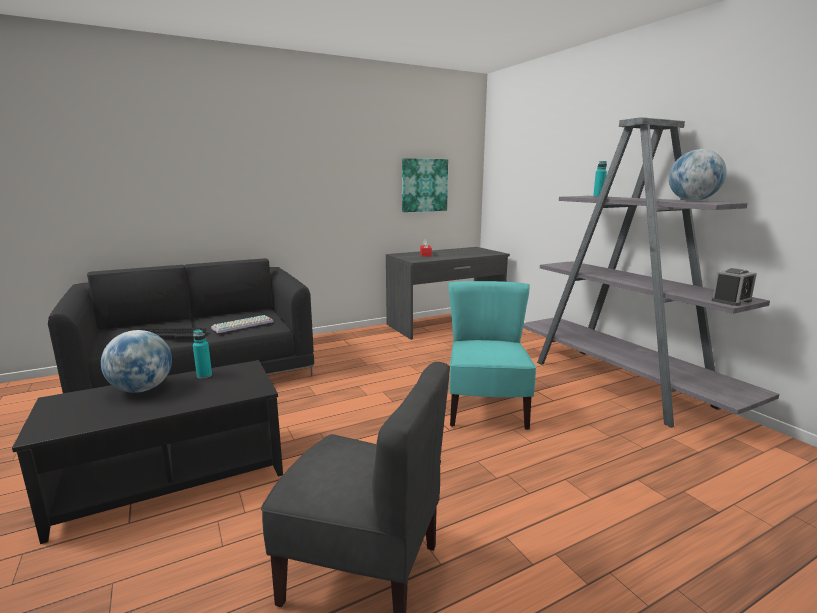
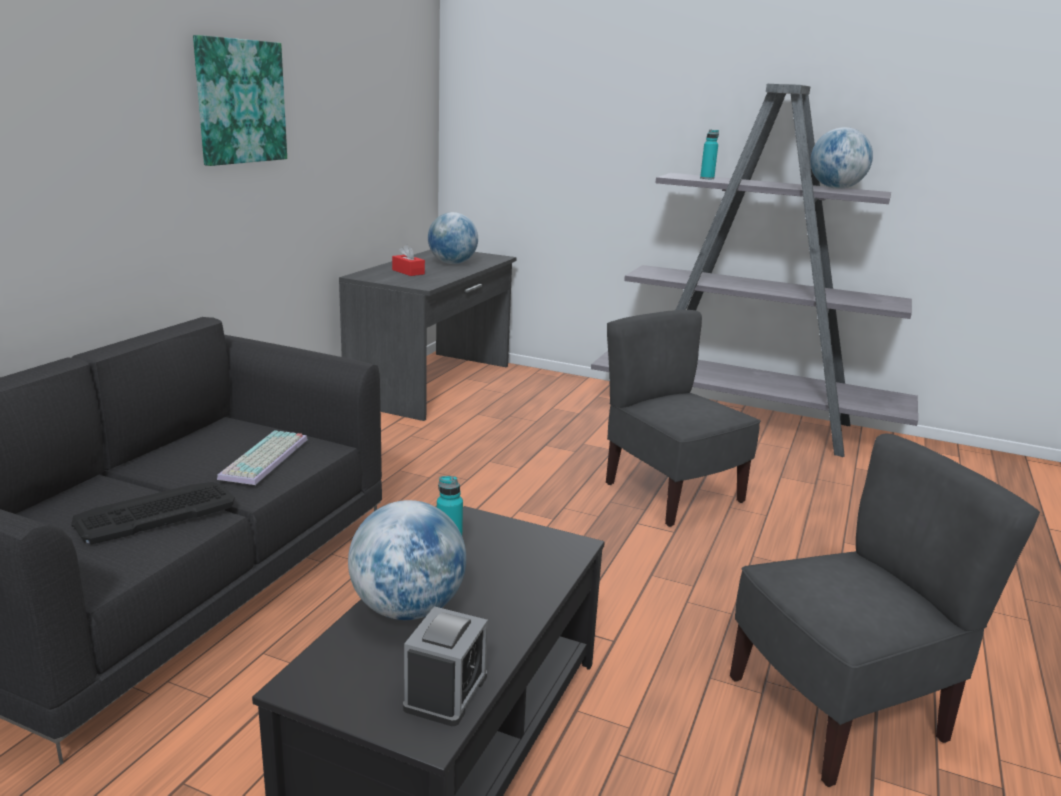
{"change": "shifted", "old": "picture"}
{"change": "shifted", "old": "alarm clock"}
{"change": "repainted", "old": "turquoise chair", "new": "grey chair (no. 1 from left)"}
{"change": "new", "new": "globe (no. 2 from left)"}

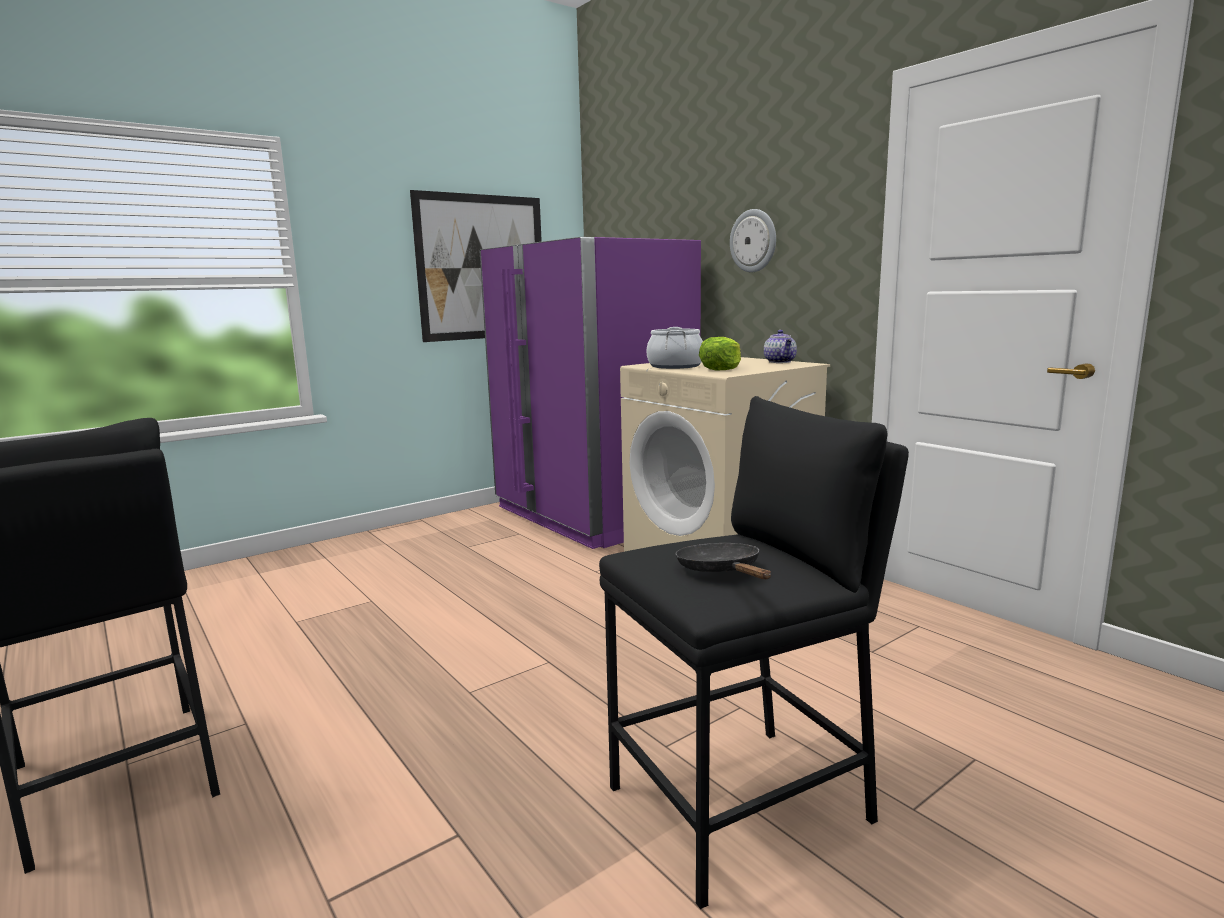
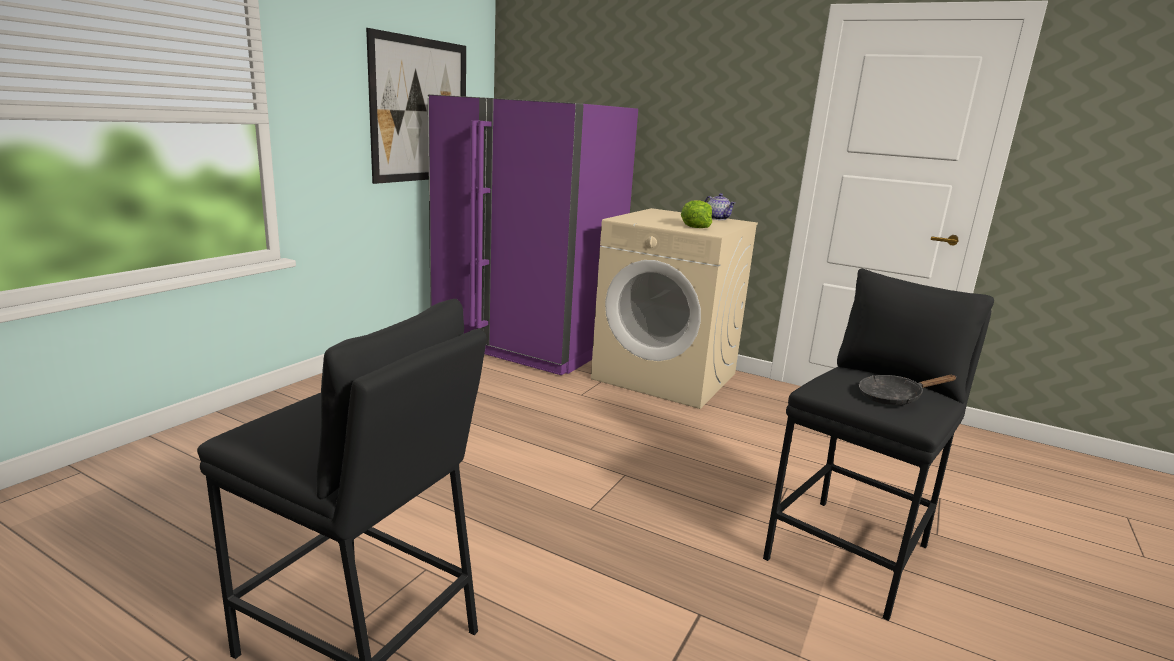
{"change": "gone", "old": "wall clock"}
{"change": "gone", "old": "cooking pot"}
{"change": "rotated", "old": "black frying pan", "degrees": -60}

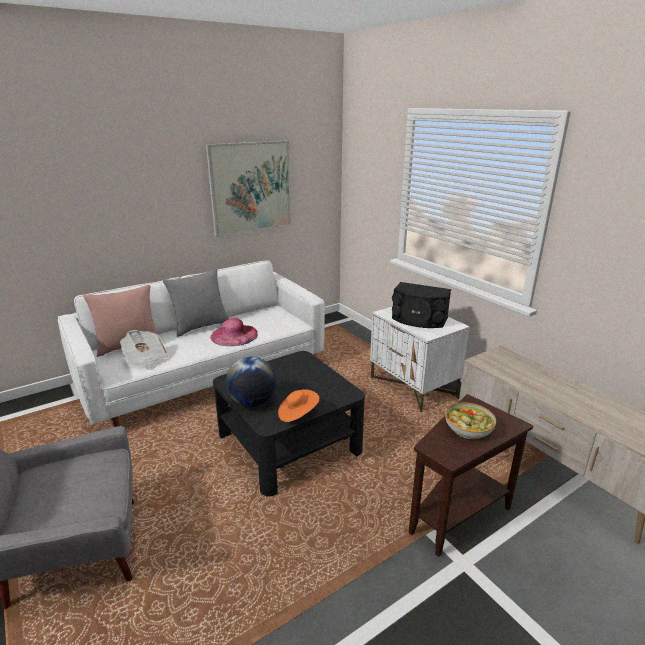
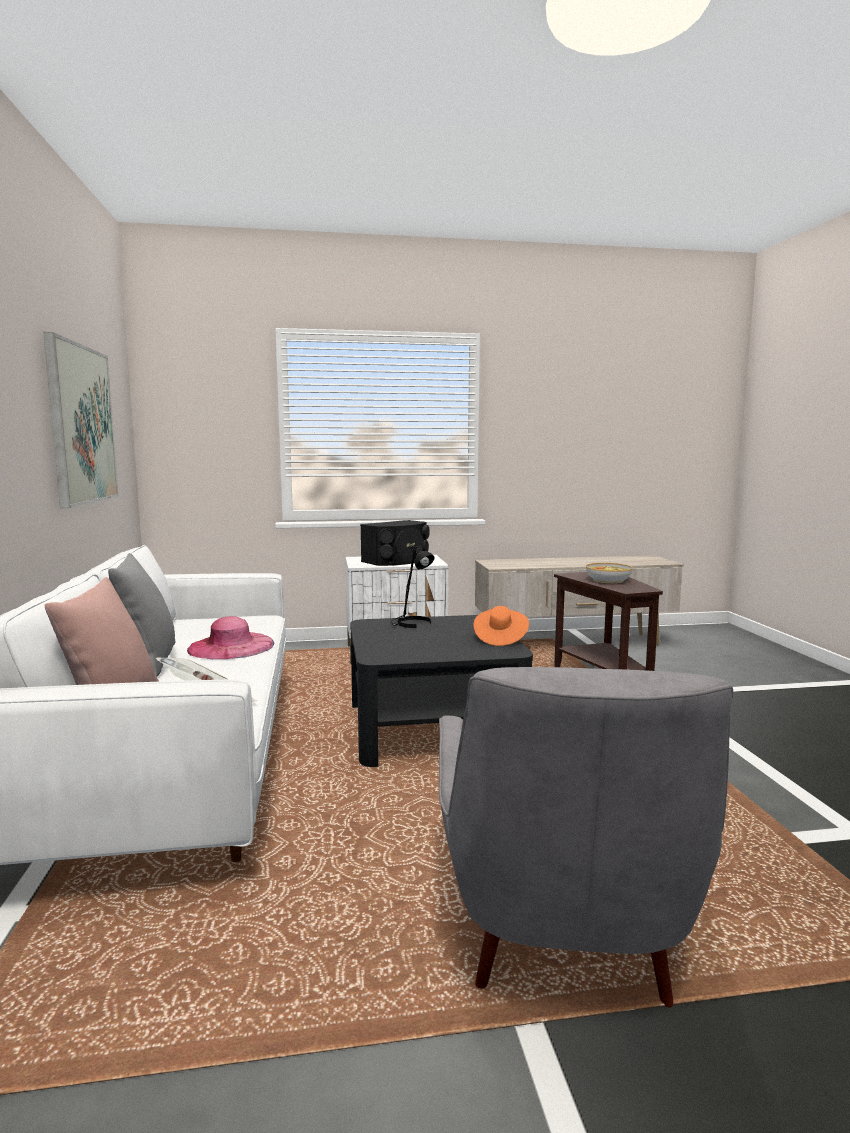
{"change": "gone", "old": "globe"}
{"change": "new", "new": "black table lamp"}

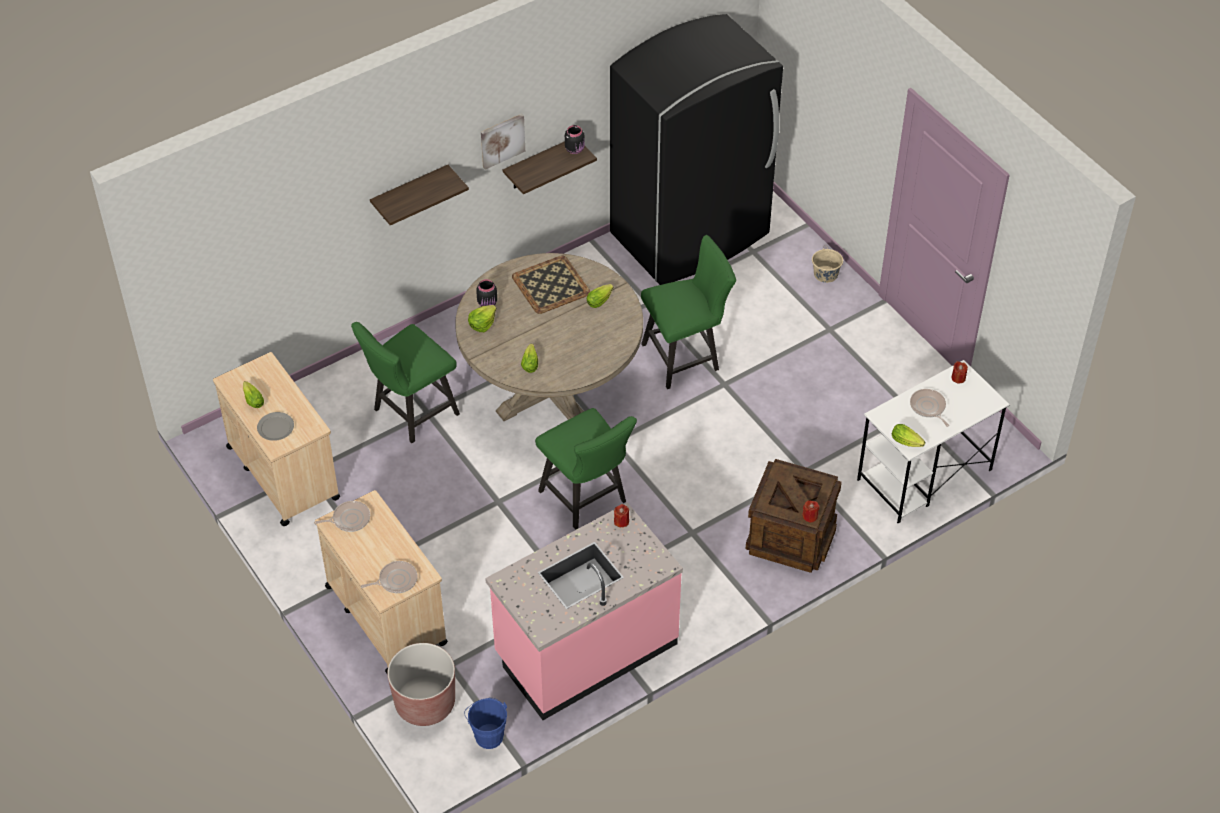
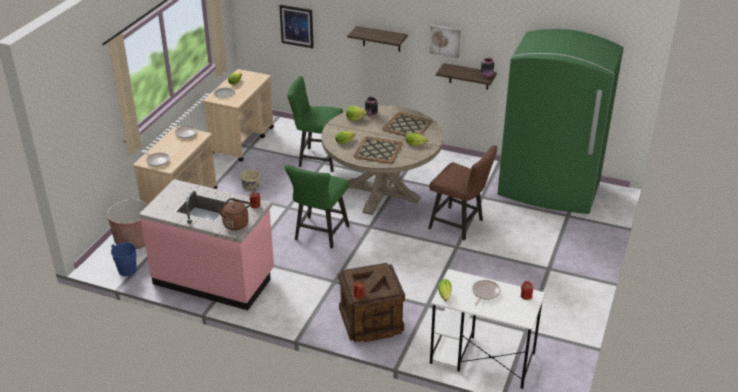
{"change": "repainted", "old": "black fridge", "new": "green fridge"}
{"change": "repainted", "old": "green chair (no. 3 from left)", "new": "brown chair"}
{"change": "shifted", "old": "beige bucket"}
{"change": "new", "new": "picture (no. 1 from left)"}
{"change": "new", "new": "tray (no. 1 from left)"}
{"change": "new", "new": "brown kettle"}

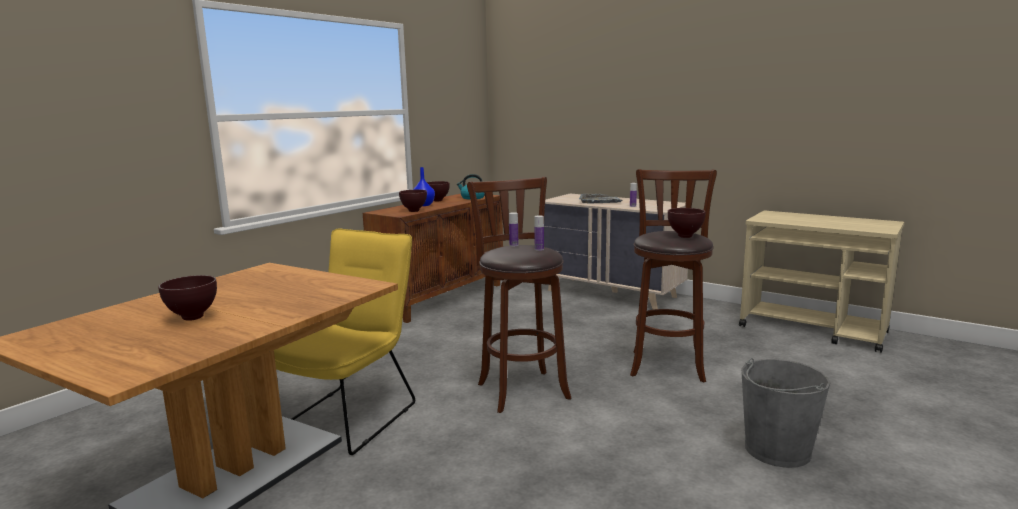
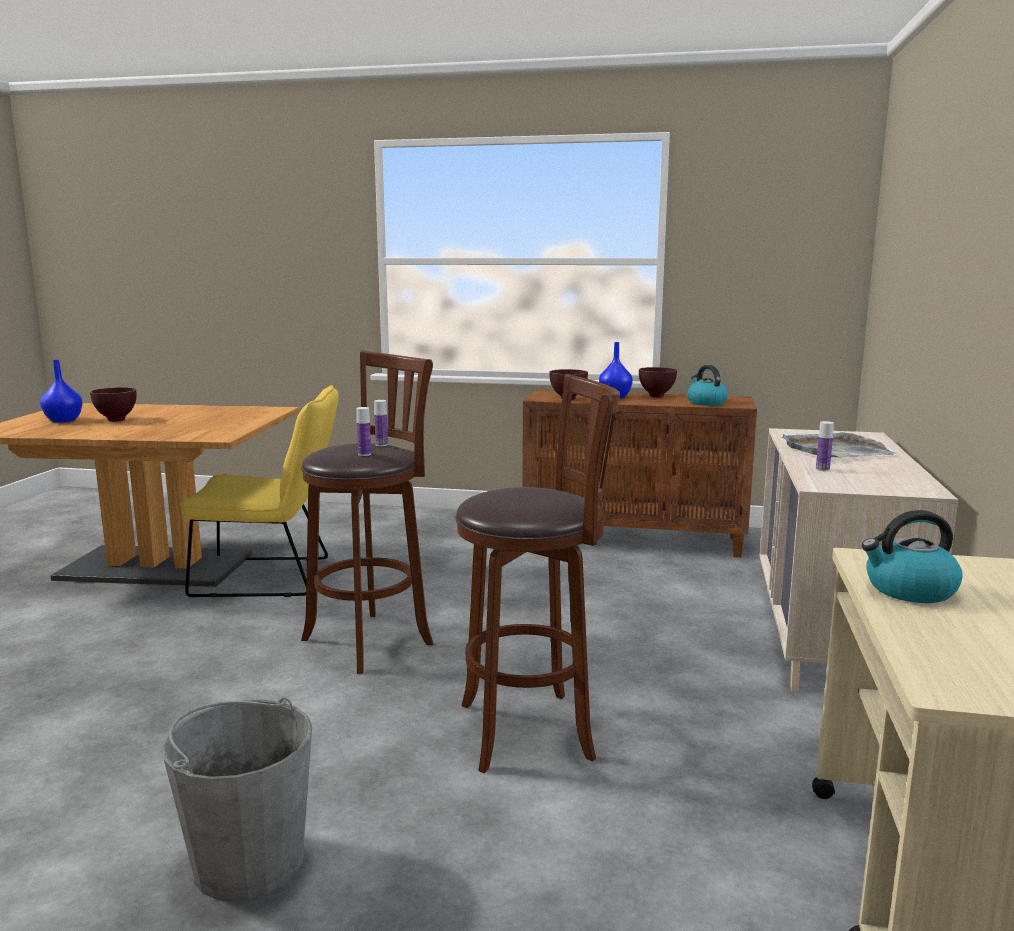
{"change": "gone", "old": "brown bowl (no. 4 from left)"}
{"change": "new", "new": "blue vase (no. 1 from left)"}
{"change": "new", "new": "kettle (no. 2 from left)"}

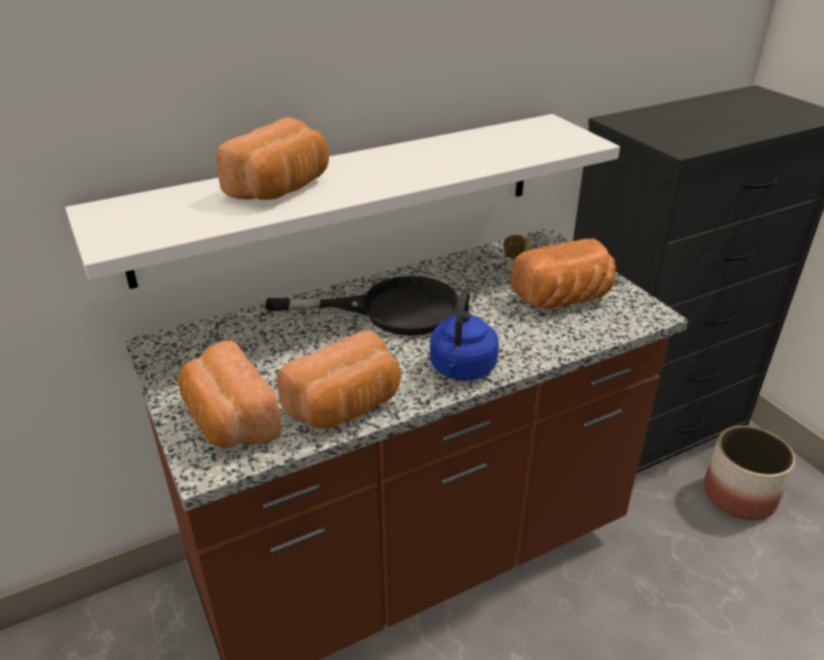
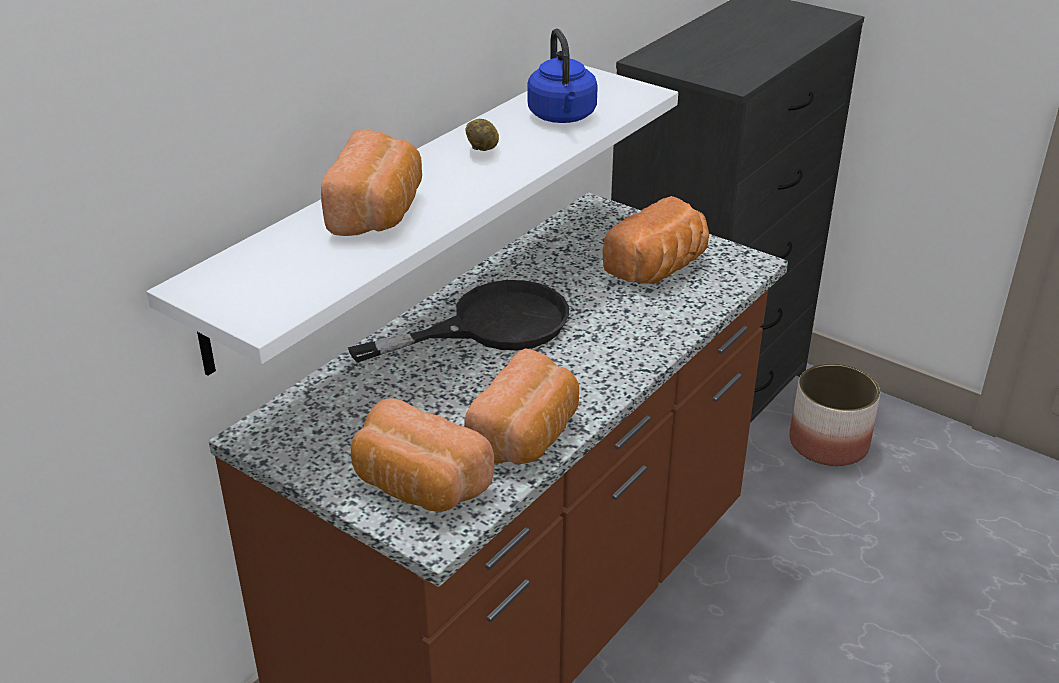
{"change": "shifted", "old": "potato"}
{"change": "shifted", "old": "blue kettle"}

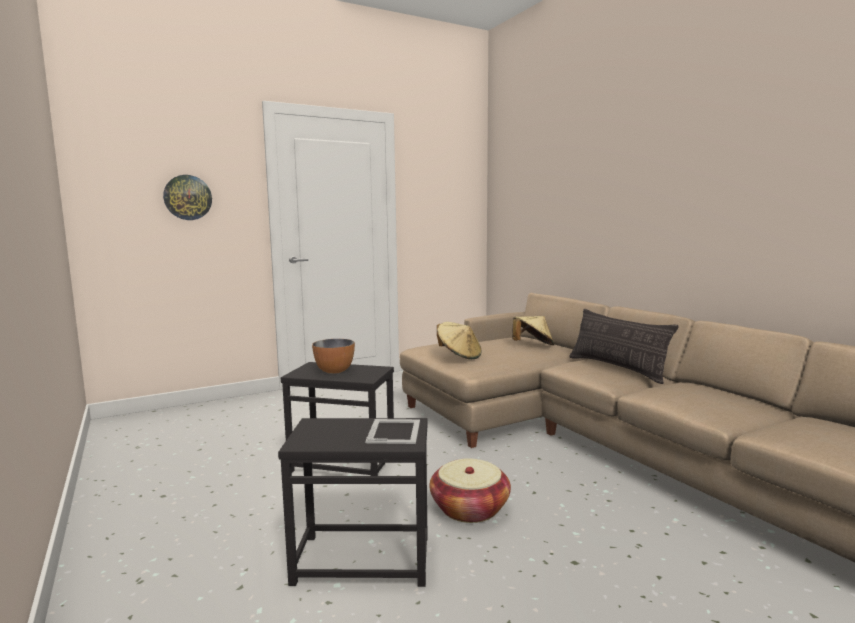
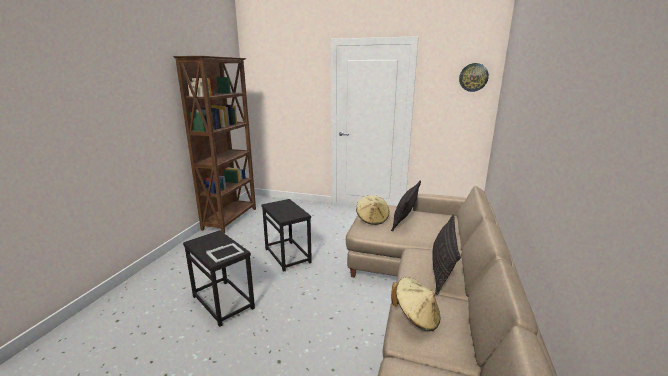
{"change": "shifted", "old": "wall clock"}
{"change": "shifted", "old": "beige hat (no. 2 from left)"}
{"change": "gone", "old": "bowl"}
{"change": "gone", "old": "basket"}
{"change": "new", "new": "brown bookcase"}
{"change": "new", "new": "pillow (no. 1 from left)"}

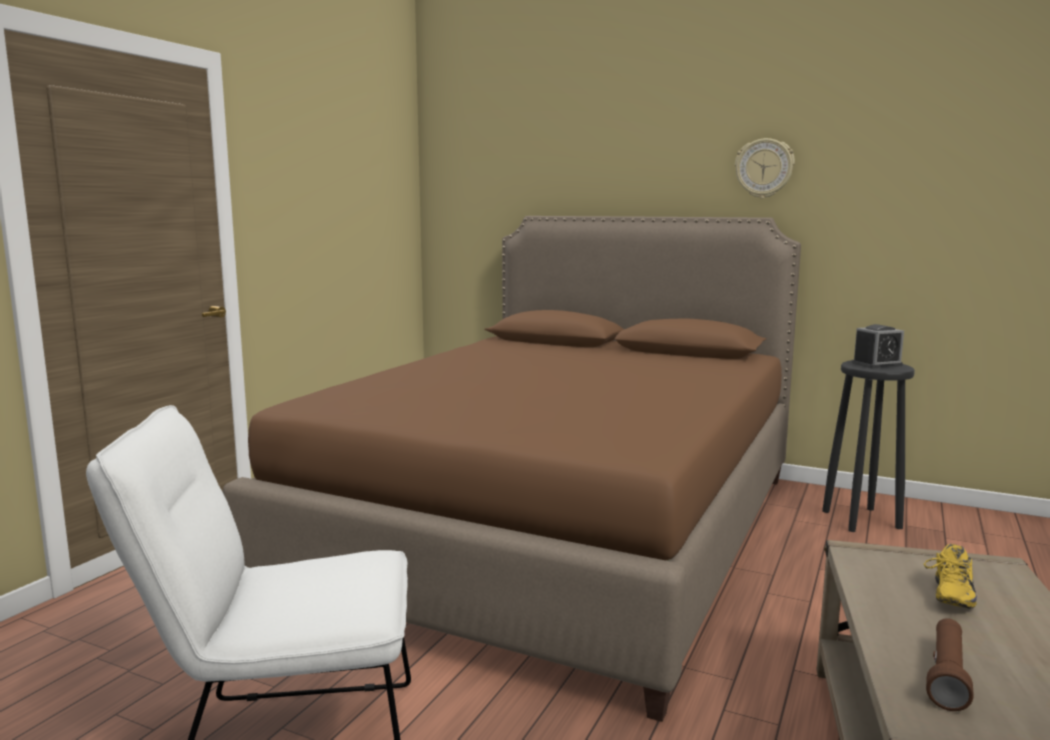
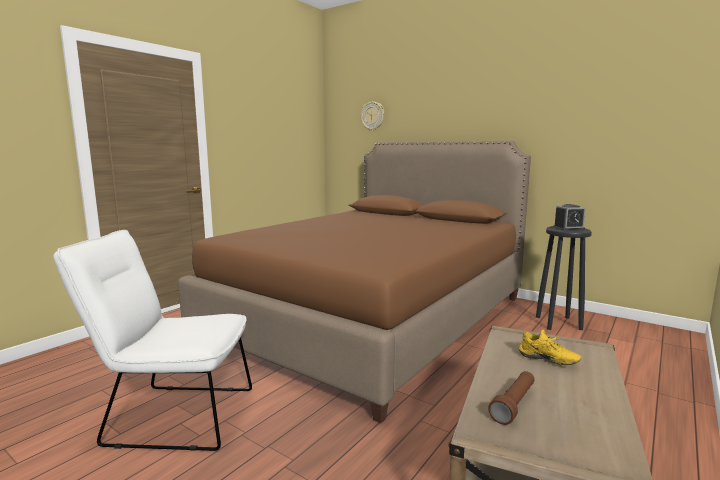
{"change": "shifted", "old": "wall clock"}
{"change": "rotated", "old": "yellow shoe", "degrees": -90}

